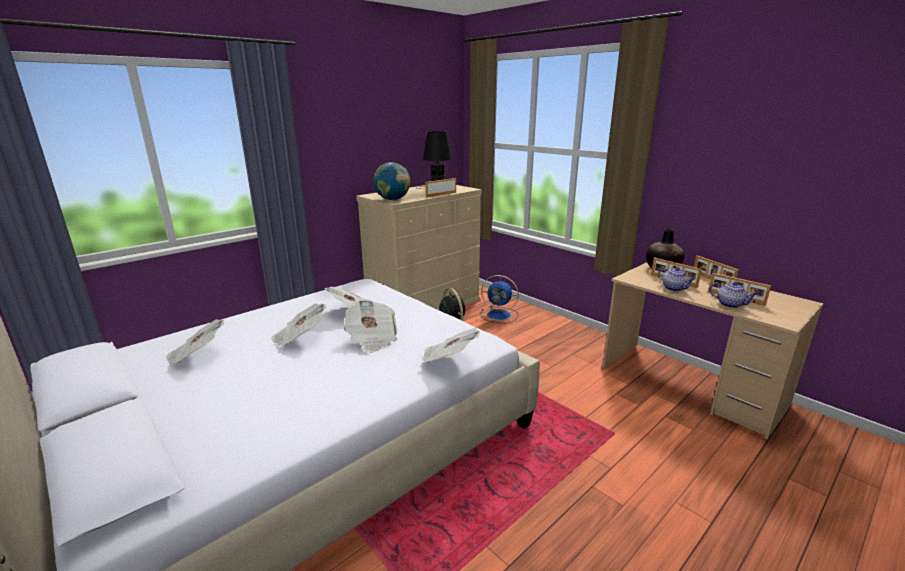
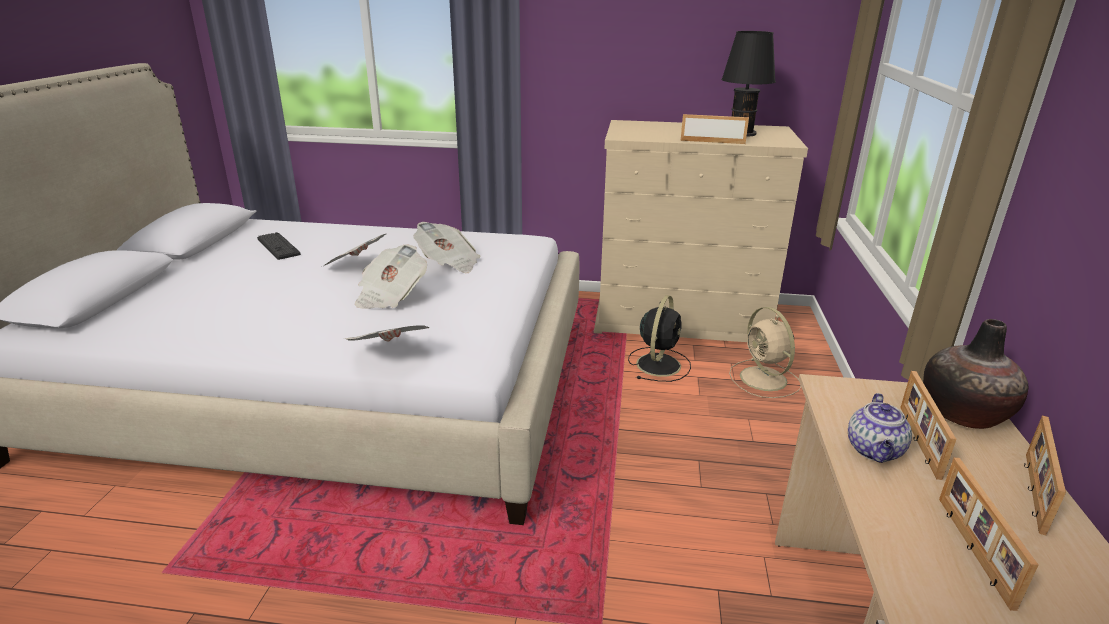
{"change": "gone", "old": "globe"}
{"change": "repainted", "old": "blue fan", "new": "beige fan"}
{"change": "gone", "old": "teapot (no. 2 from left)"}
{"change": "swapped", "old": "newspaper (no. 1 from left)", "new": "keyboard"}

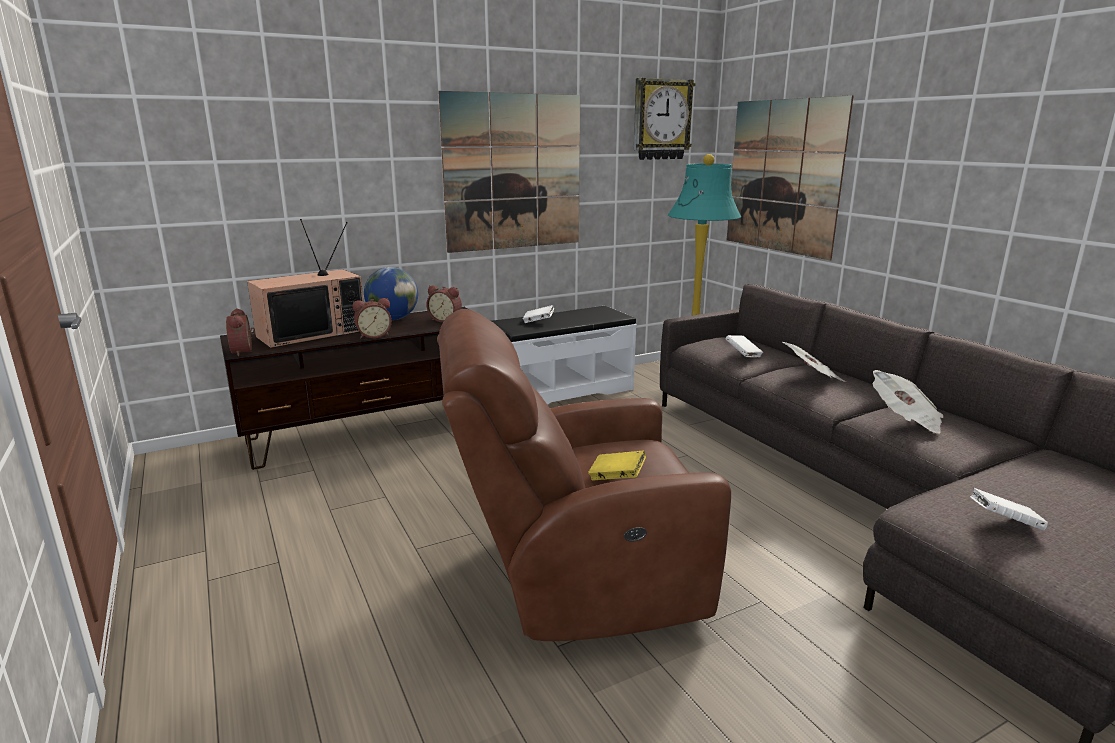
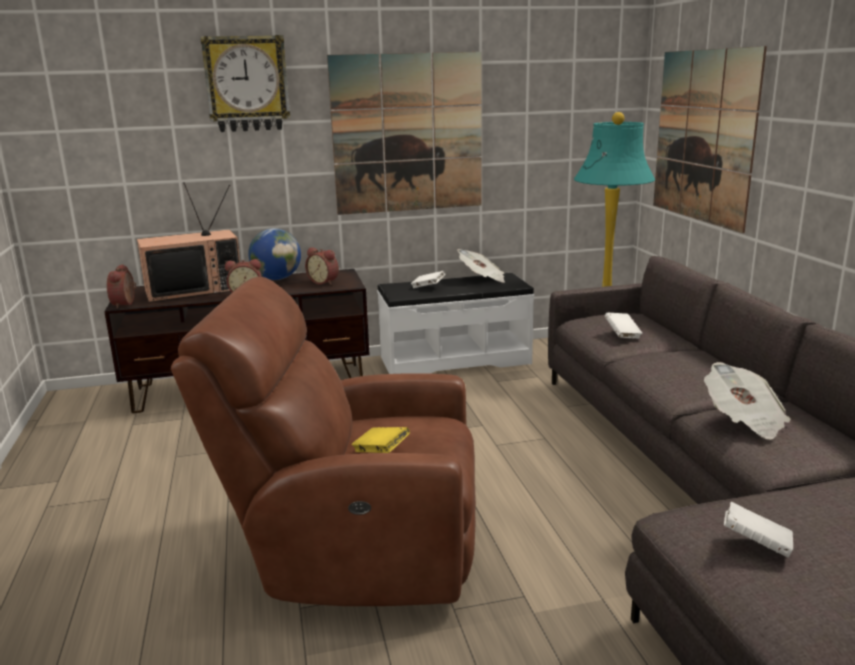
{"change": "shifted", "old": "wall clock"}
{"change": "shifted", "old": "newspaper (no. 1 from left)"}

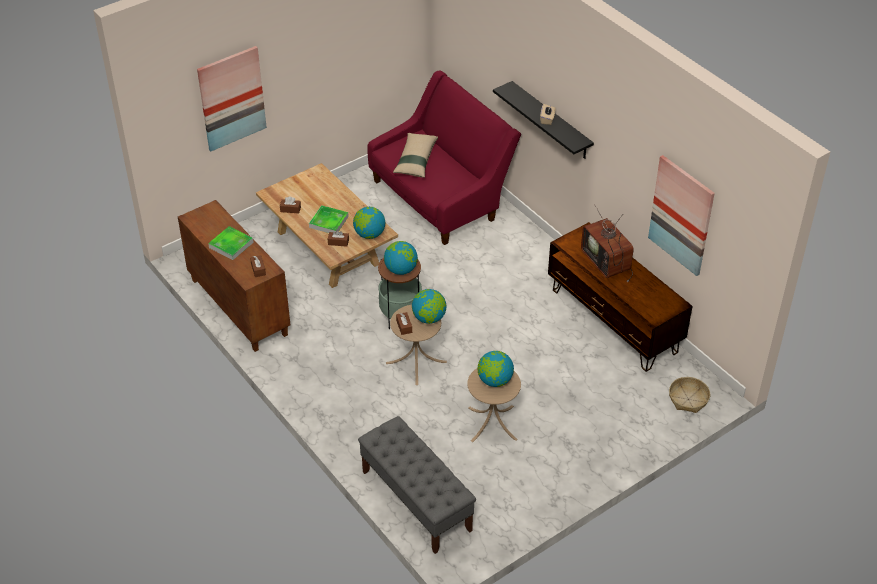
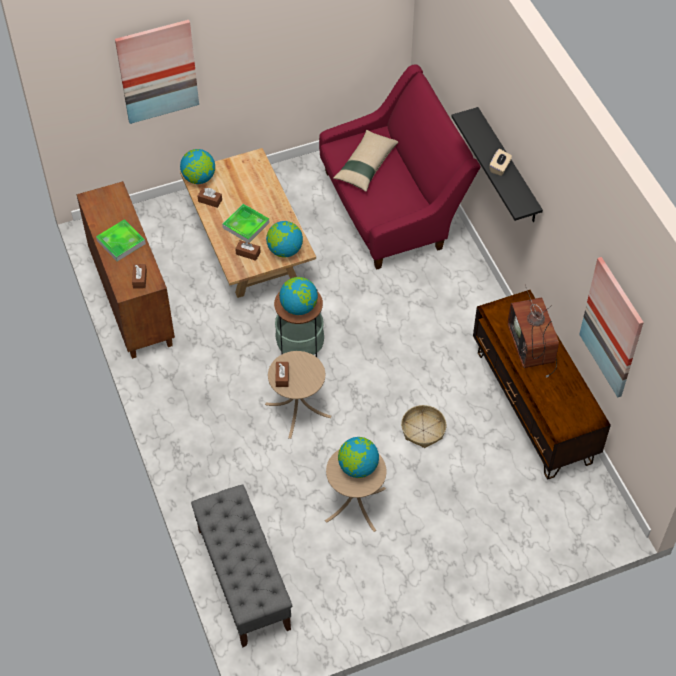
{"change": "shifted", "old": "globe (no. 3 from left in the first image)", "new": "globe (no. 1 from left)"}
{"change": "shifted", "old": "basket"}

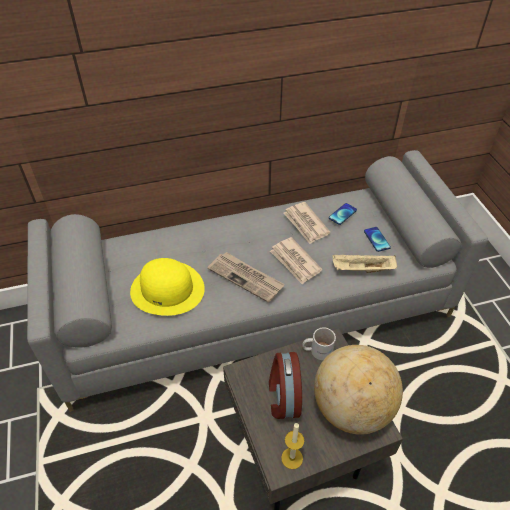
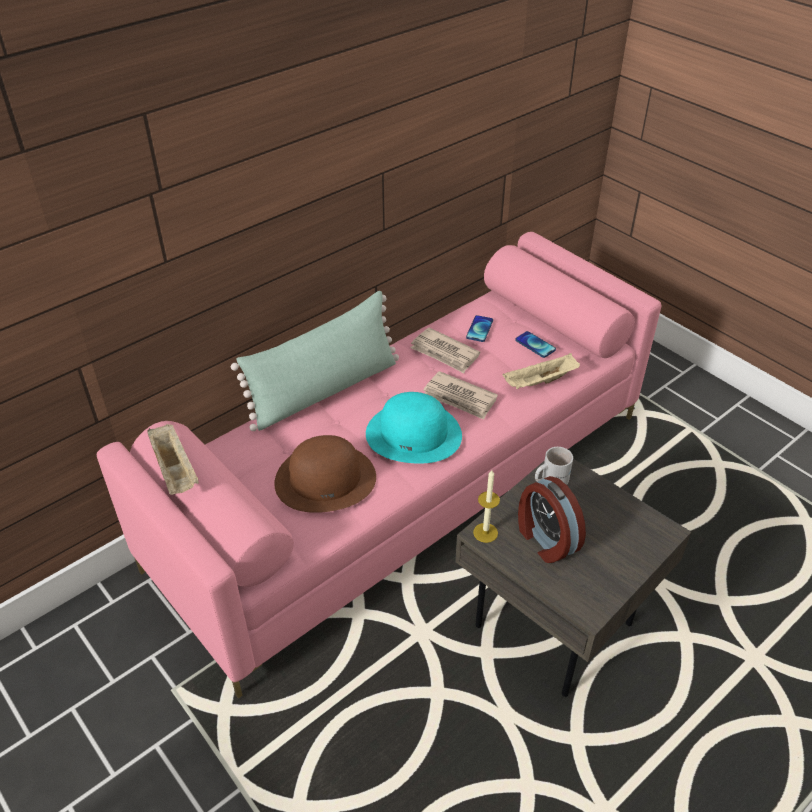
{"change": "repainted", "old": "grey sofa", "new": "pink sofa"}
{"change": "swapped", "old": "newspaper (no. 1 from left)", "new": "turquoise hat"}
{"change": "repainted", "old": "yellow hat", "new": "brown hat"}
{"change": "gone", "old": "globe"}
{"change": "shifted", "old": "candle"}
{"change": "new", "new": "green pillow"}
{"change": "new", "new": "beige tray (no. 1 from left)"}

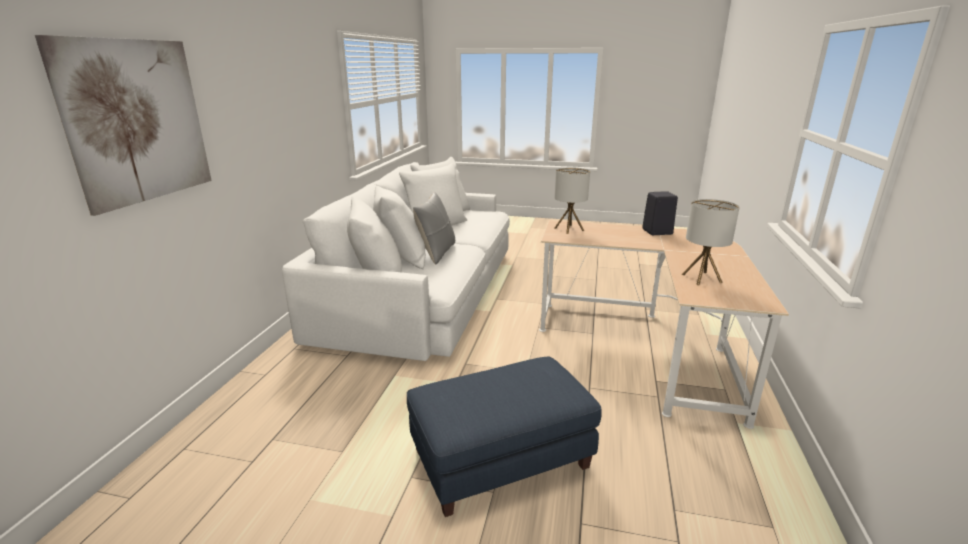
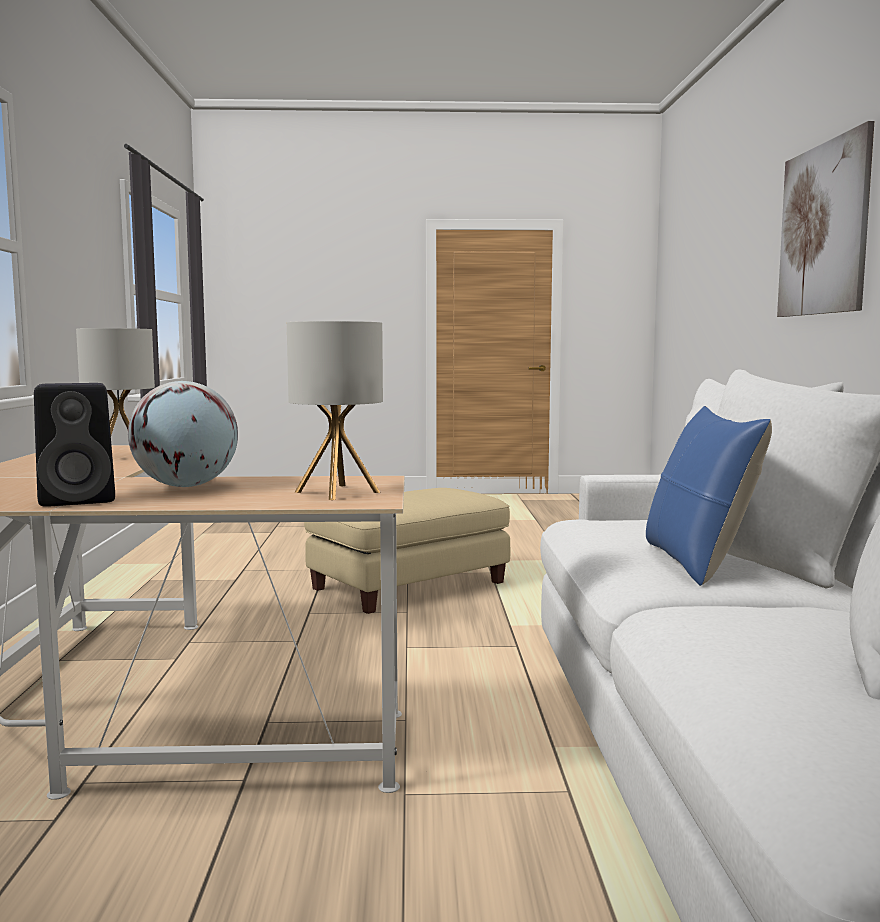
{"change": "repainted", "old": "grey pillow", "new": "blue pillow"}
{"change": "repainted", "old": "blue ottoman", "new": "beige ottoman"}
{"change": "new", "new": "globe"}

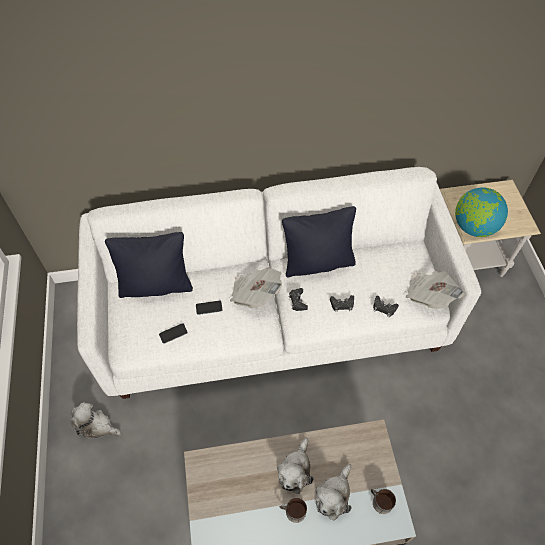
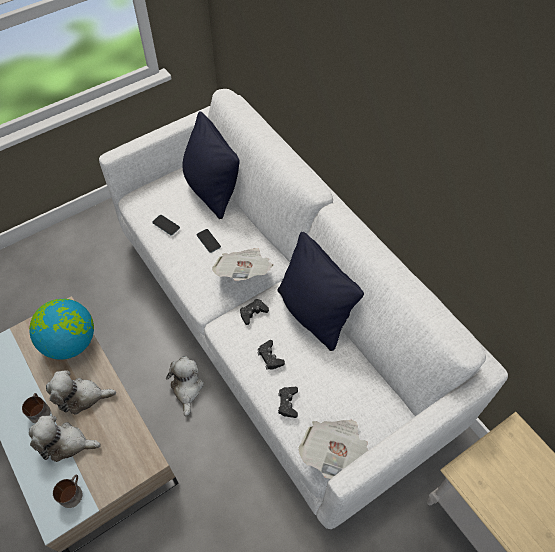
{"change": "shifted", "old": "globe"}
{"change": "shifted", "old": "plush toy (no. 1 from left in the first image)", "new": "plush toy (no. 3 from left)"}

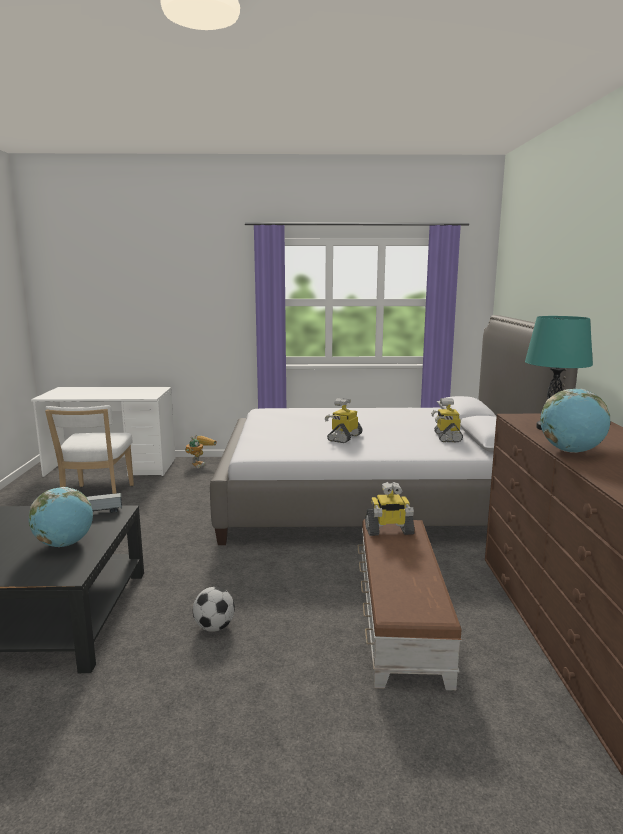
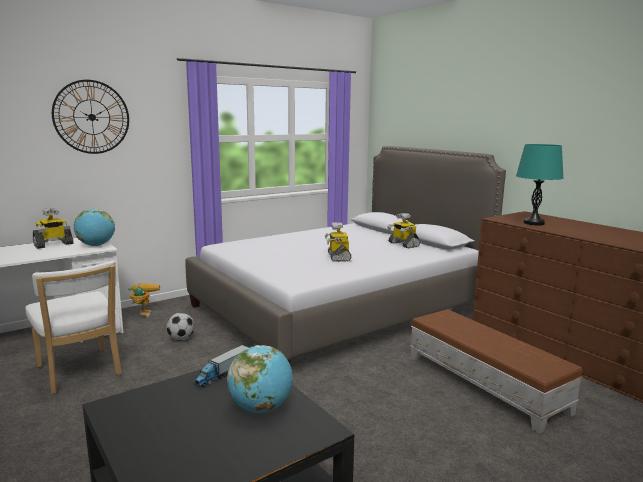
{"change": "shifted", "old": "globe (no. 2 from left in the first image)", "new": "globe (no. 1 from left)"}
{"change": "shifted", "old": "toy robot (no. 3 from left in the first image)", "new": "toy robot (no. 1 from left)"}
{"change": "shifted", "old": "football"}
{"change": "new", "new": "wall clock"}

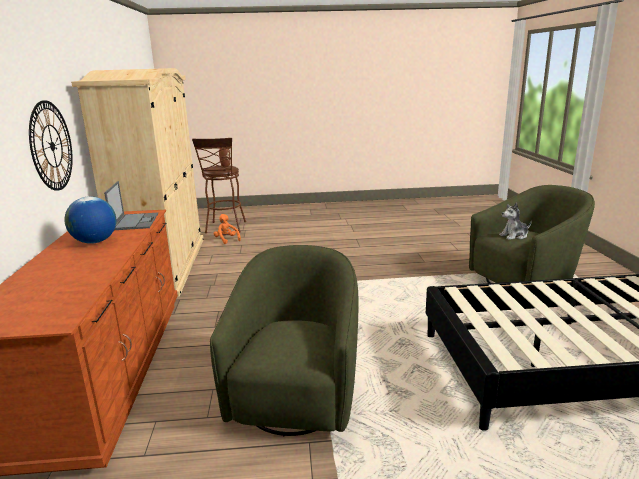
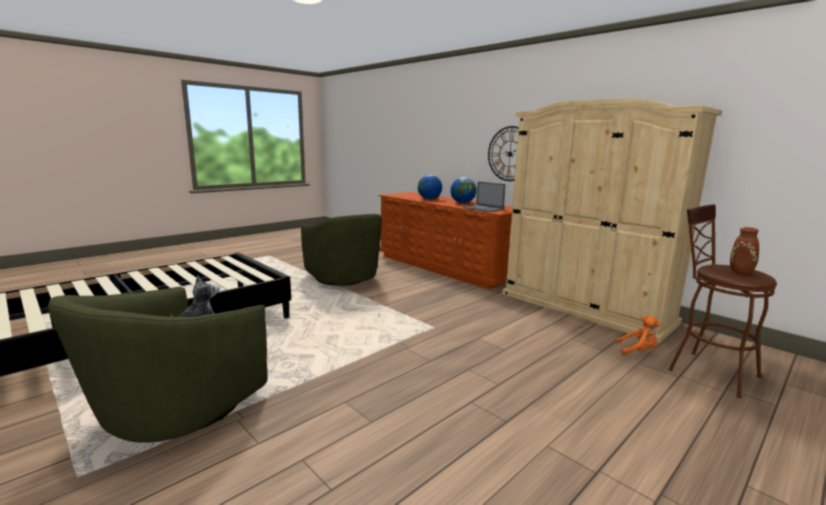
{"change": "new", "new": "globe (no. 1 from left)"}

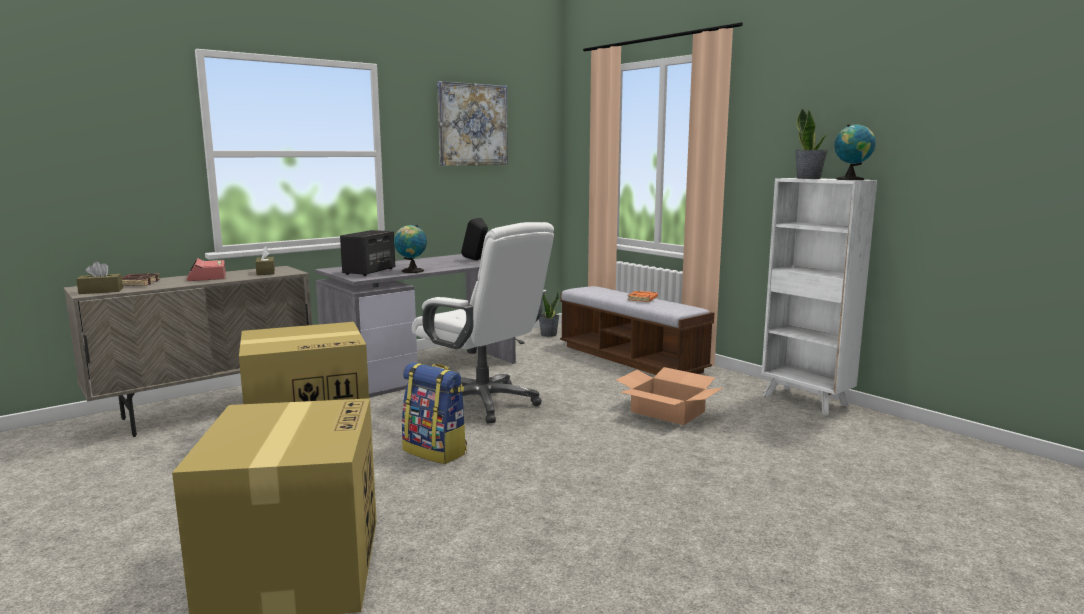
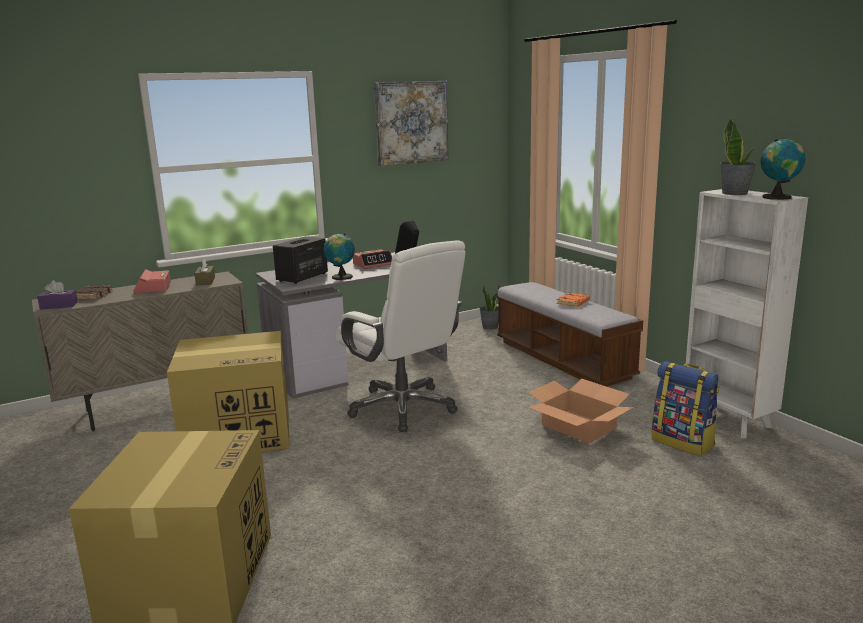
{"change": "repainted", "old": "brown tissue box (no. 1 from left)", "new": "purple tissue box"}
{"change": "shifted", "old": "backpack"}
{"change": "new", "new": "alarm clock (no. 2 from left)"}

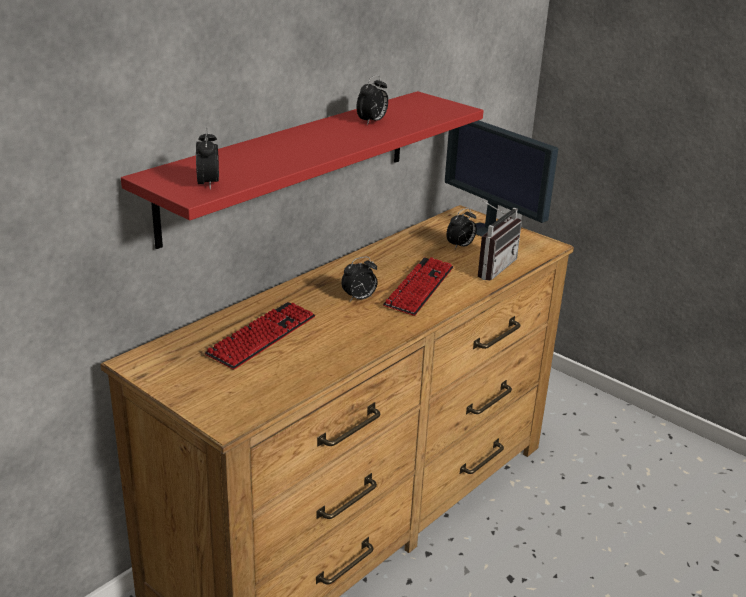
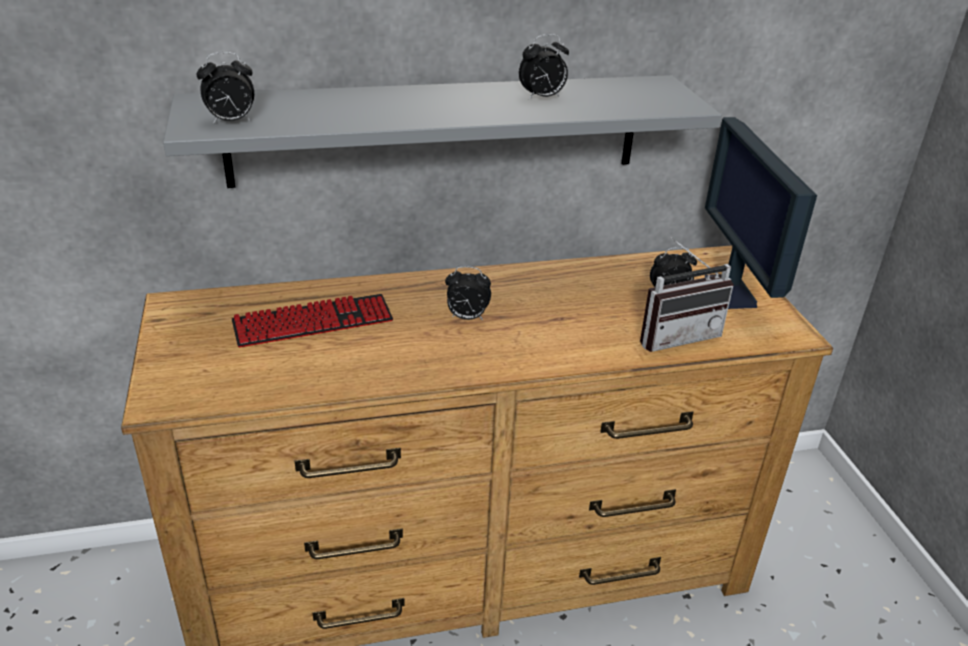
{"change": "repainted", "old": "red shelf", "new": "grey shelf"}
{"change": "rotated", "old": "alarm clock (no. 1 from left)", "degrees": 45}
{"change": "gone", "old": "keyboard (no. 2 from left)"}

